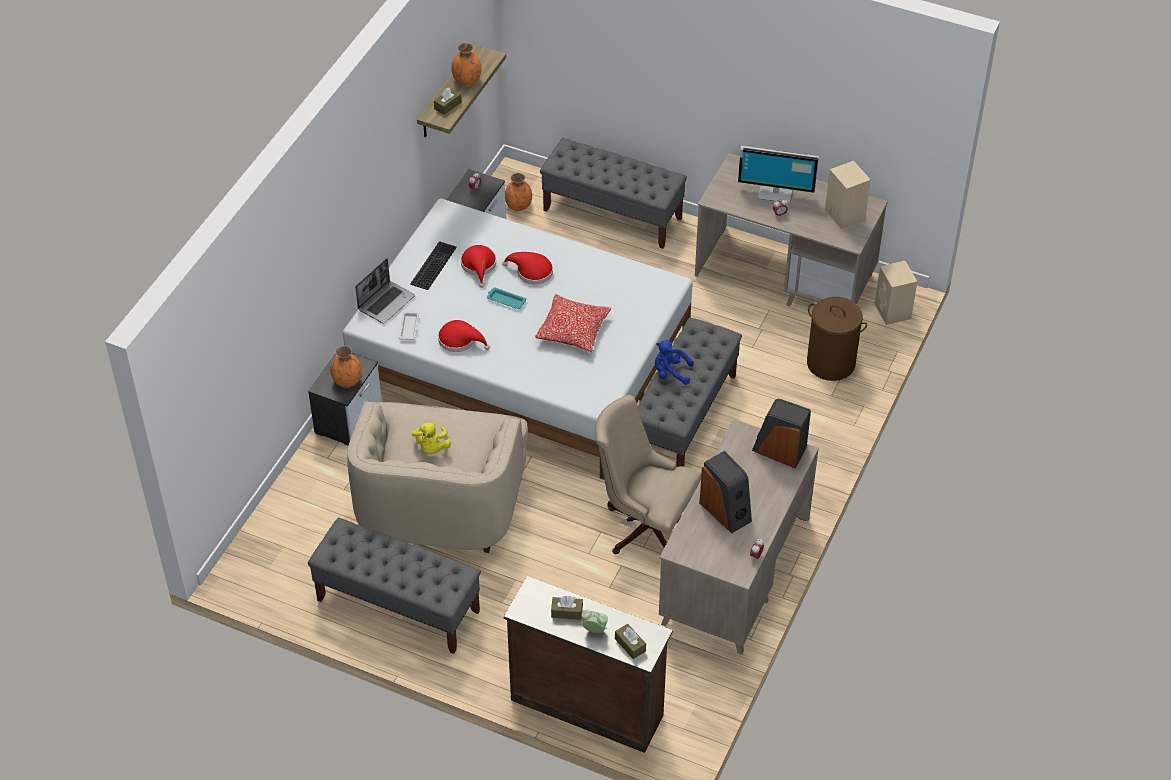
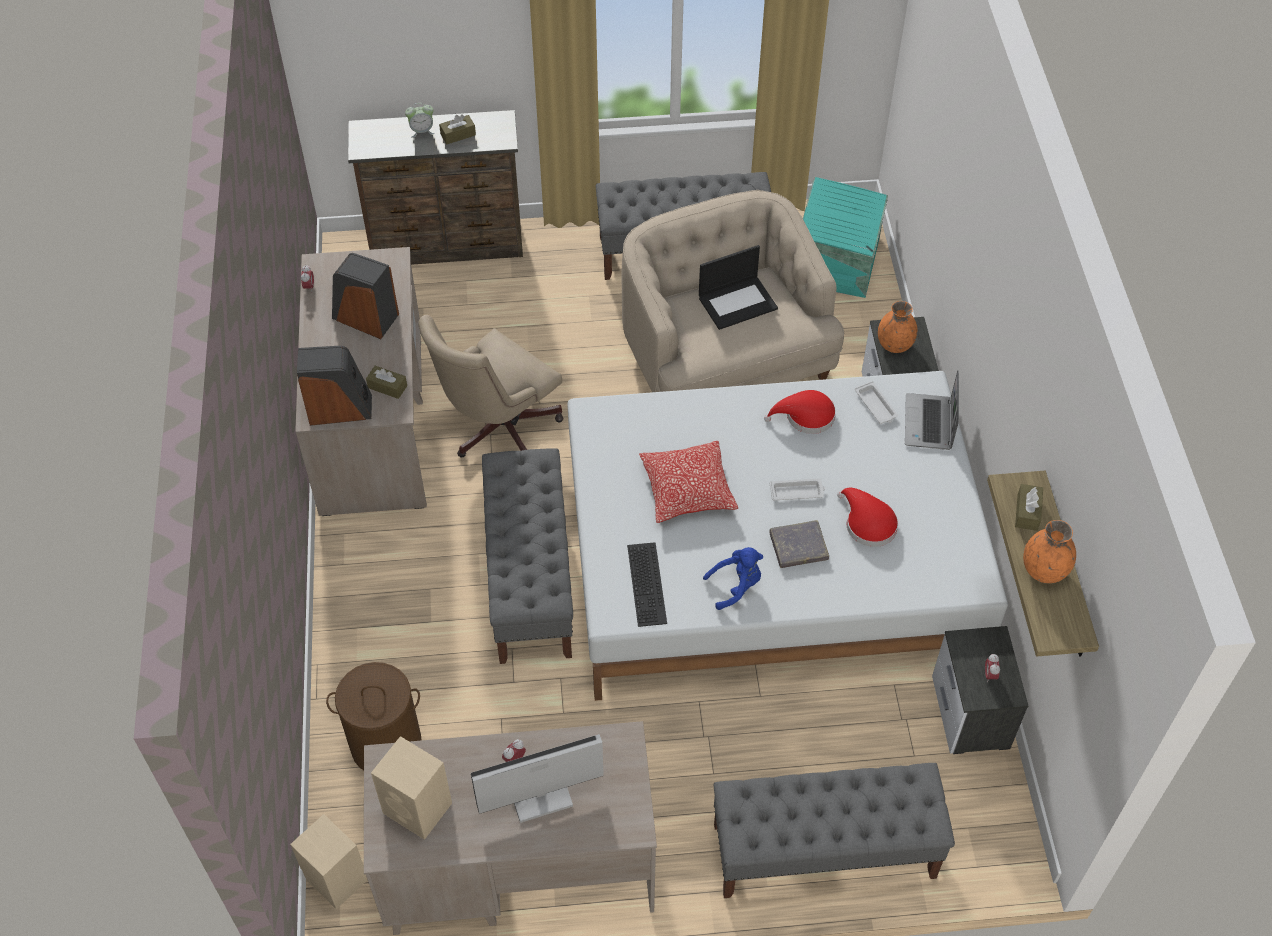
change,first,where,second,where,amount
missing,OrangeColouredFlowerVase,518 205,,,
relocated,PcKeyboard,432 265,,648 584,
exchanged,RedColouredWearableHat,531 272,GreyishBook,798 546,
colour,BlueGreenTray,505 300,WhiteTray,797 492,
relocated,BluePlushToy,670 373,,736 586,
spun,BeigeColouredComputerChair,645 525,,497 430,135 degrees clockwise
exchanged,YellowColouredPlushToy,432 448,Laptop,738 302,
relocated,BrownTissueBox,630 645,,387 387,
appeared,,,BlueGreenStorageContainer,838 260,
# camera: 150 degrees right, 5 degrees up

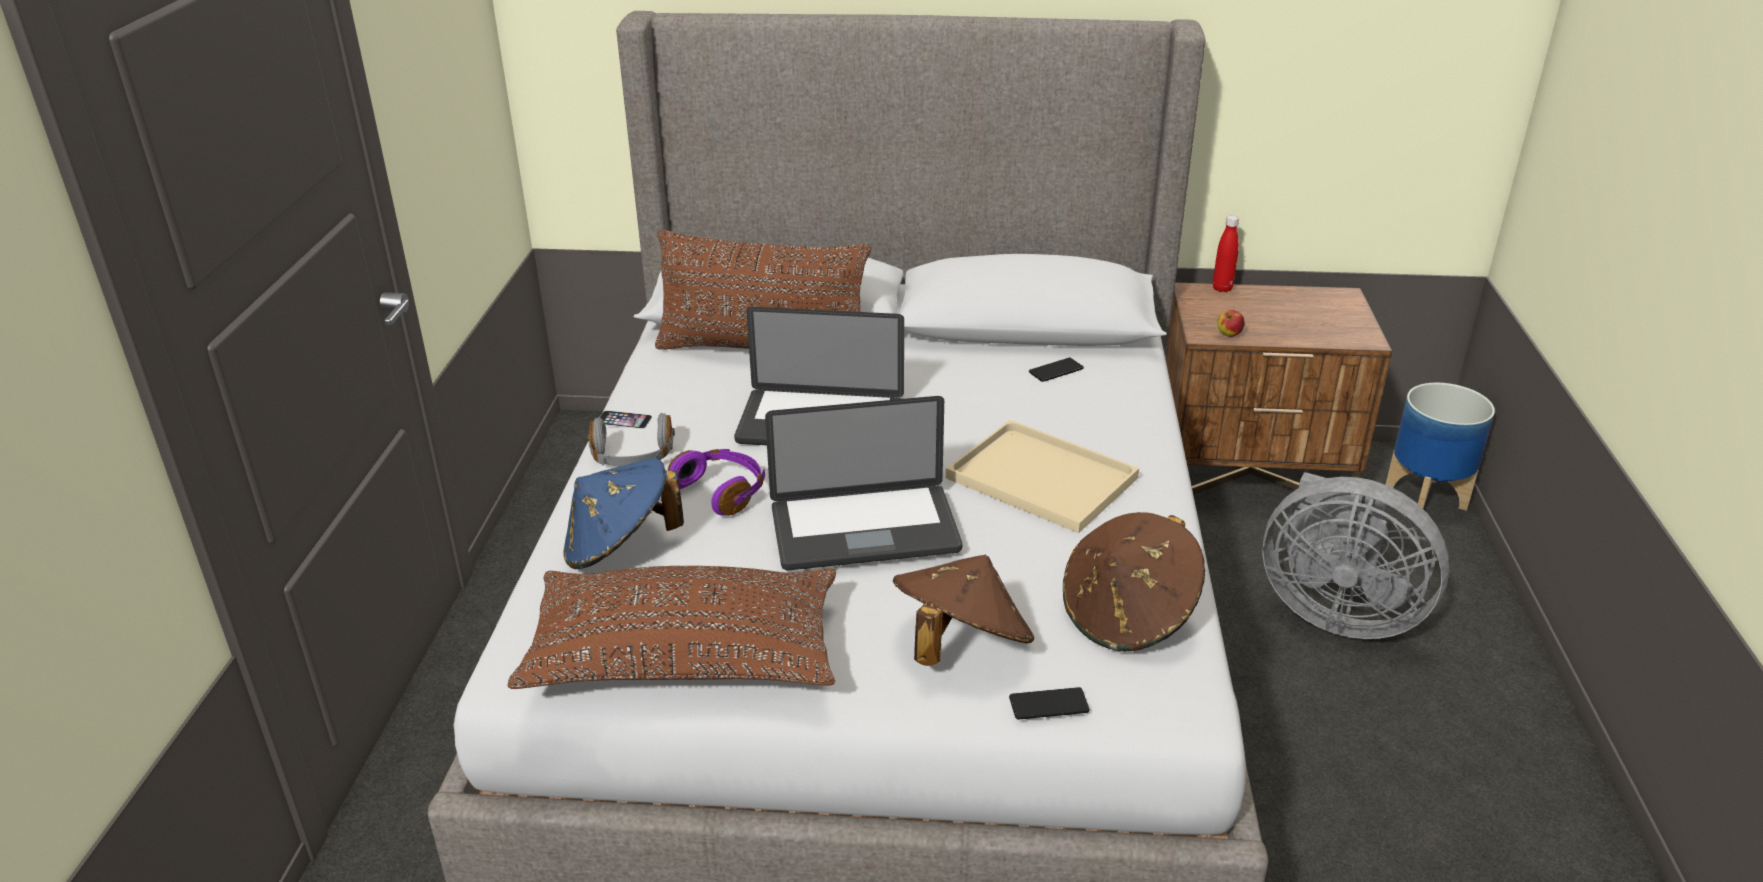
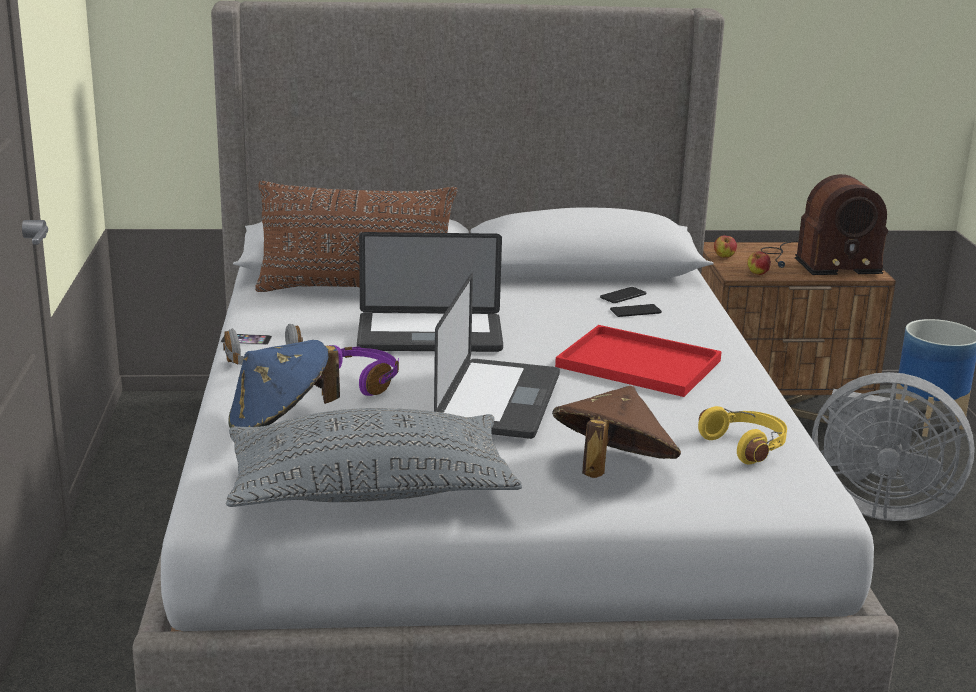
change,first,where,second,where,amount
missing,RedColouredBeverageBottle,1222 288,,,
spun,Laptop,864 530,,499 401,60 degrees counterclockwise
colour,BeigeColouredTray,1037 477,RedColouredTray,635 363,
exchanged,BrownWearableHat,1128 615,YellowColouredHeadphones,746 446,
colour,BrownCushion,685 657,GreyishCushion,370 490,
relocated,Phone,1049 704,,635 311,
appeared,,,Radio,818 262,
appeared,,,AppleFruit,724 257,
# camera: 10 degrees left, 10 degrees down

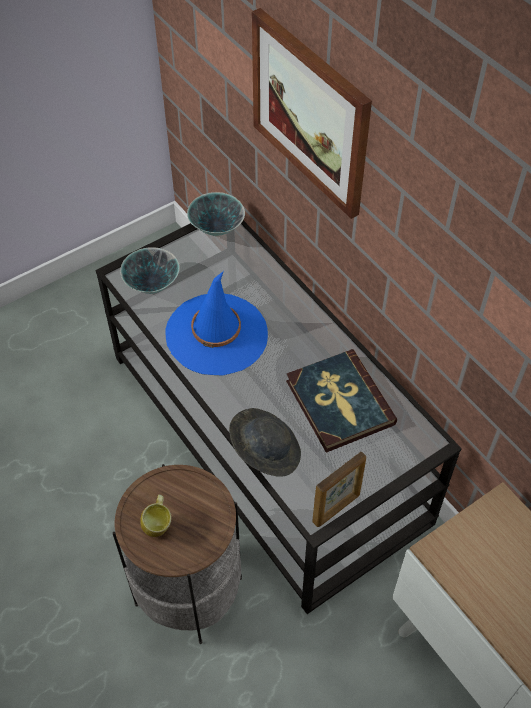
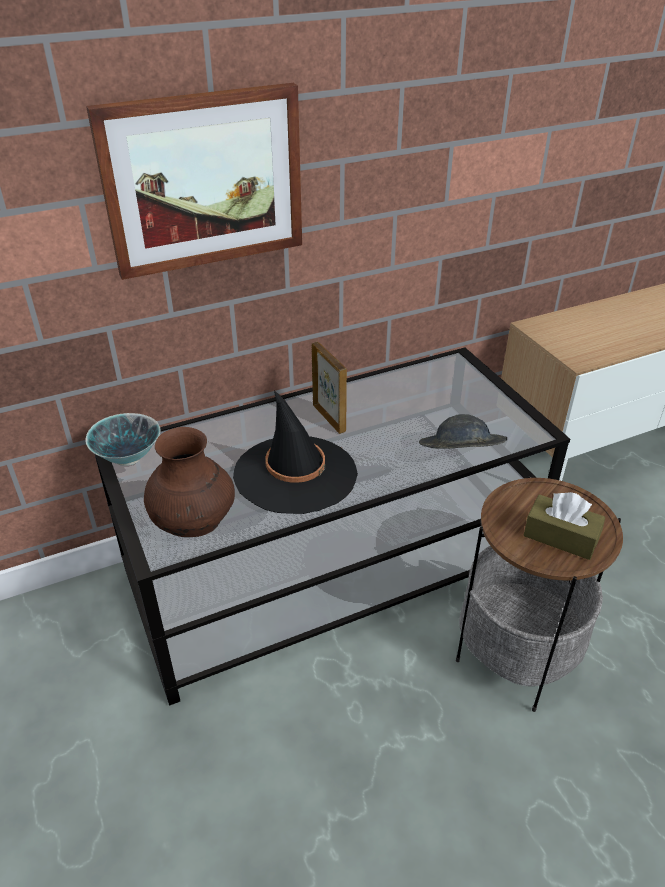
change,first,where,second,where,amount
exchanged,DeepDish,152 286,BrownFlowerVase,194 524,
colour,BlueWearableHat,217 334,BlackWearableHat,295 474,
missing,Book,339 403,,,
relocated,StandingFrame,337 508,,329 418,
exchanged,CoffeeMug,159 524,BrownTissueBox,560 536,
# camera: 80 degrees left, 15 degrees down

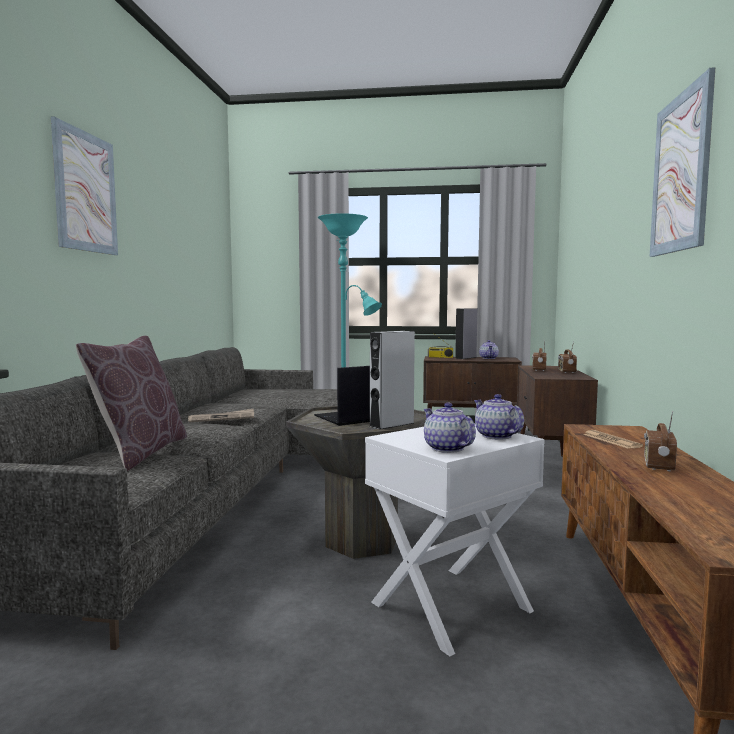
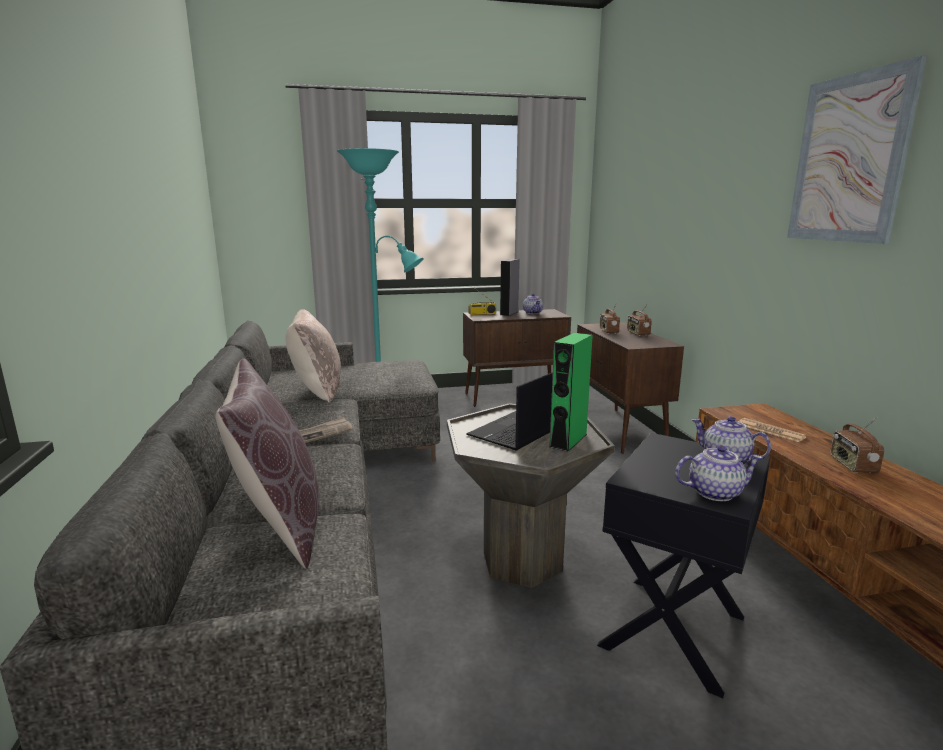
change,first,where,second,where,amount
missing,WallArt,85 192,,,
colour,GreyishLoudspeaker,391 424,GreenishLoudspeaker,568 440,
spun,TeaPot,446 448,,715 492,135 degrees clockwise
colour,WhiteAccentTable,452 607,BlackAccentTable,675 631,
appeared,,,BeigeColouredCushion,317 390,
# camera: 20 degrees left, 10 degrees up

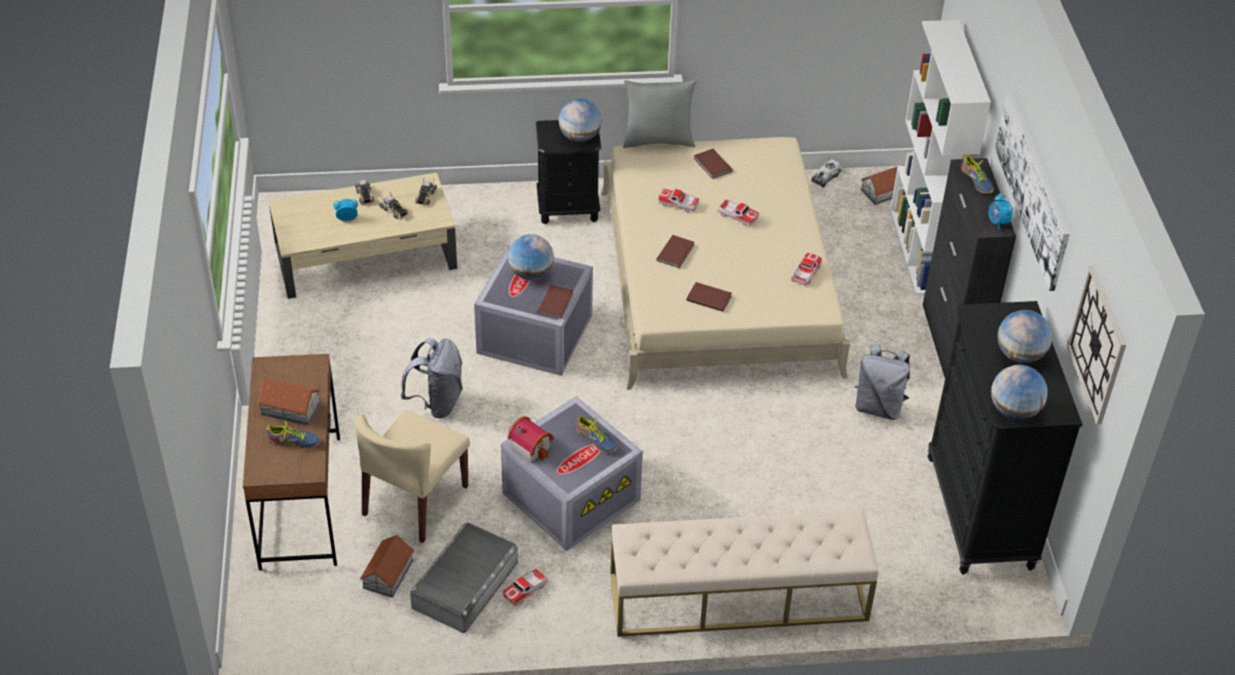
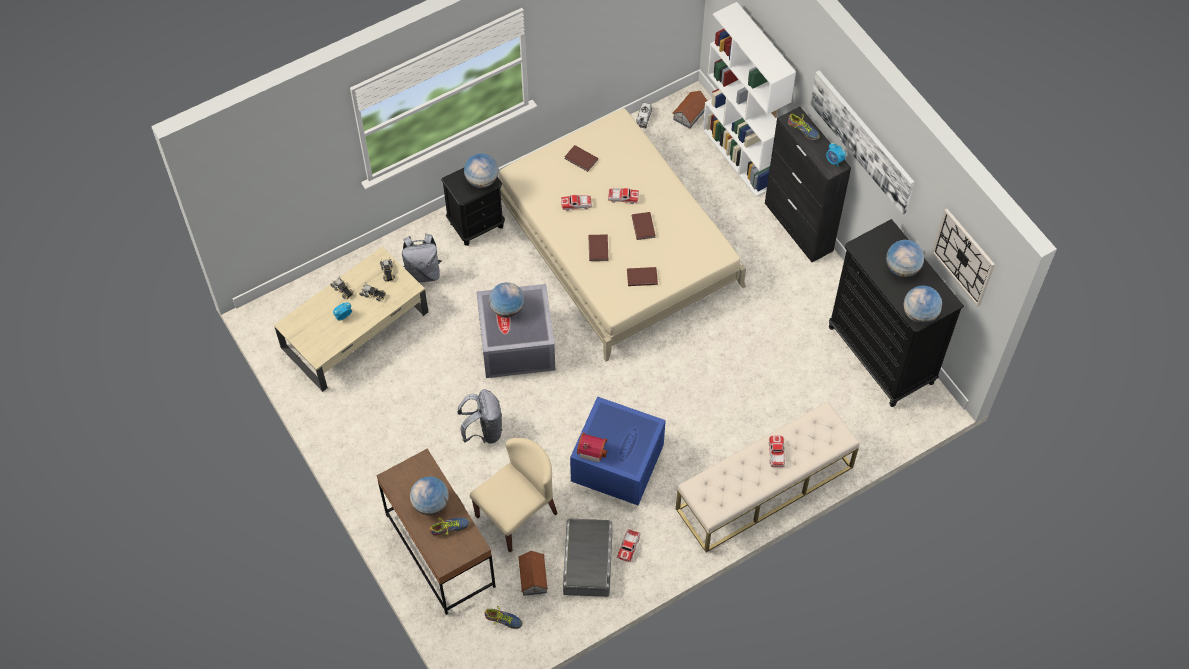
change,first,where,second,where,amount
missing,GreyishCushion,658 140,,,
relocated,ToyCar,805 273,,776 453,
relocated,BrownBook,556 303,,644 226,
relocated,GreyishKnapsack,879 407,,423 272,
exchanged,ToyHouse,291 408,Globe,431 504,
colour,GreyishStorageContainer,571 494,BlueStorageContainer,616 461,
spun,BeigeColouredUprightChair,415 501,,516 514,135 degrees counterclockwise
relocated,ItemOfFootwear,596 439,,503 620,
# camera: 25 degrees left, 15 degrees up

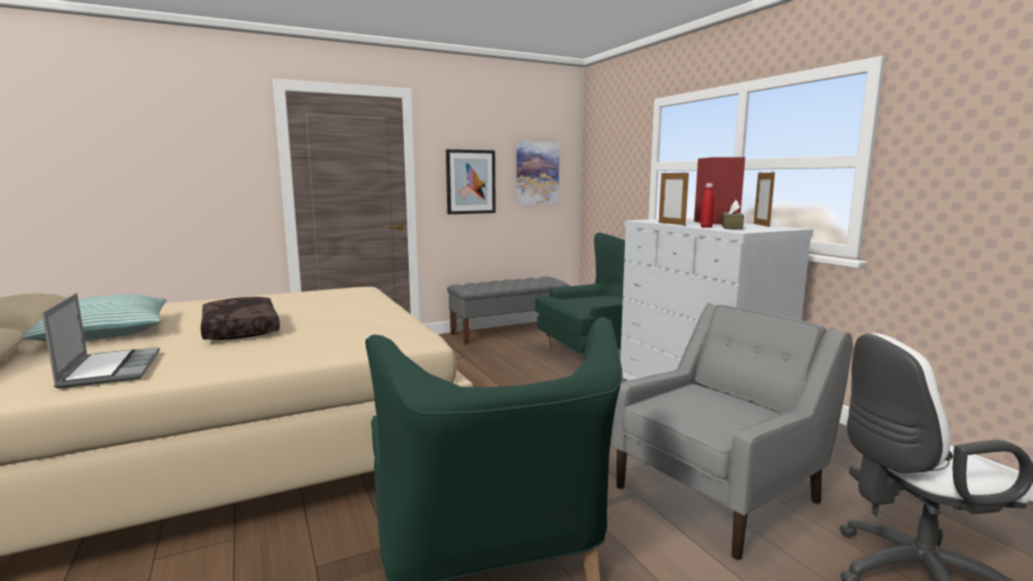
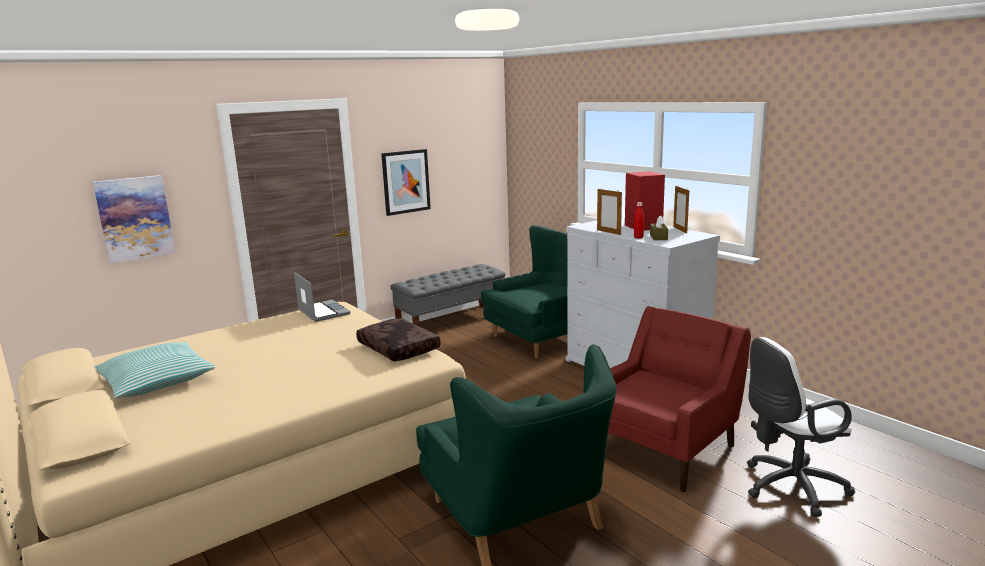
change,first,where,second,where,amount
relocated,WallArt,537 173,,135 218,
relocated,Laptop,110 369,,322 312,
relocated,BrownCushion,239 329,,397 348,
colour,GreyishArmchair,719 493,RedColouredArmchair,664 449,
# camera: 10 degrees left, 5 degrees up

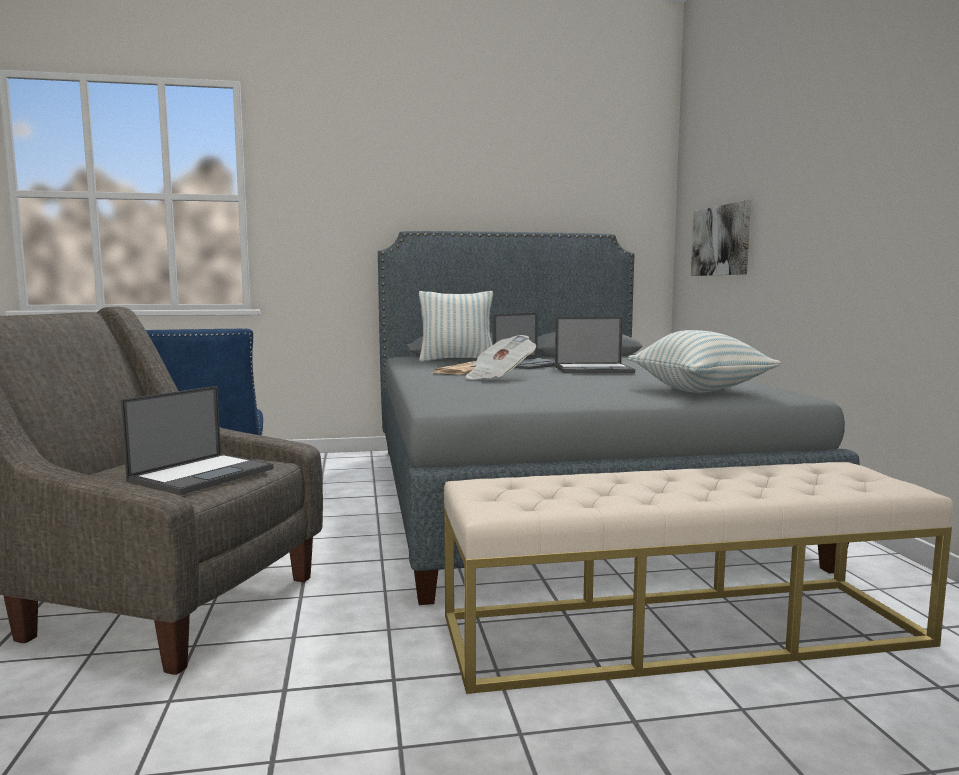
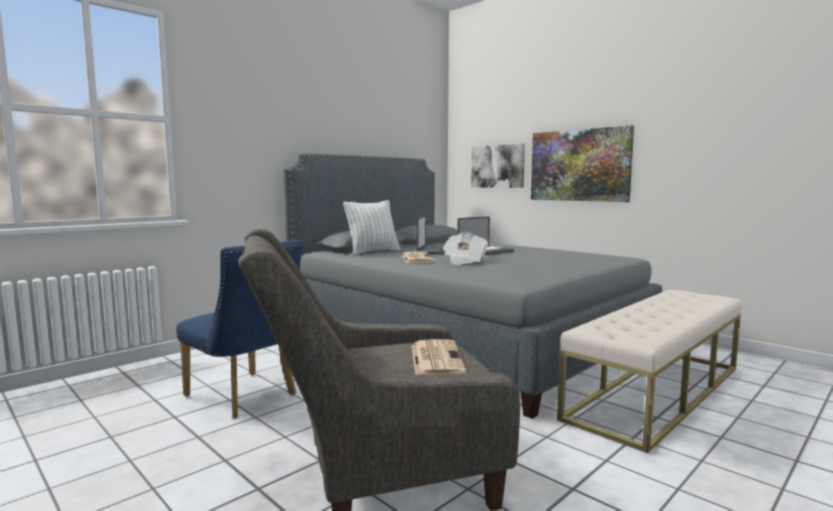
change,first,where,second,where,amount
missing,Cushion,699 390,,,
exchanged,Laptop,203 474,DailyPaper,435 358,
appeared,,,WallArt,579 165,
# camera: 35 degrees left, 0 degrees up

